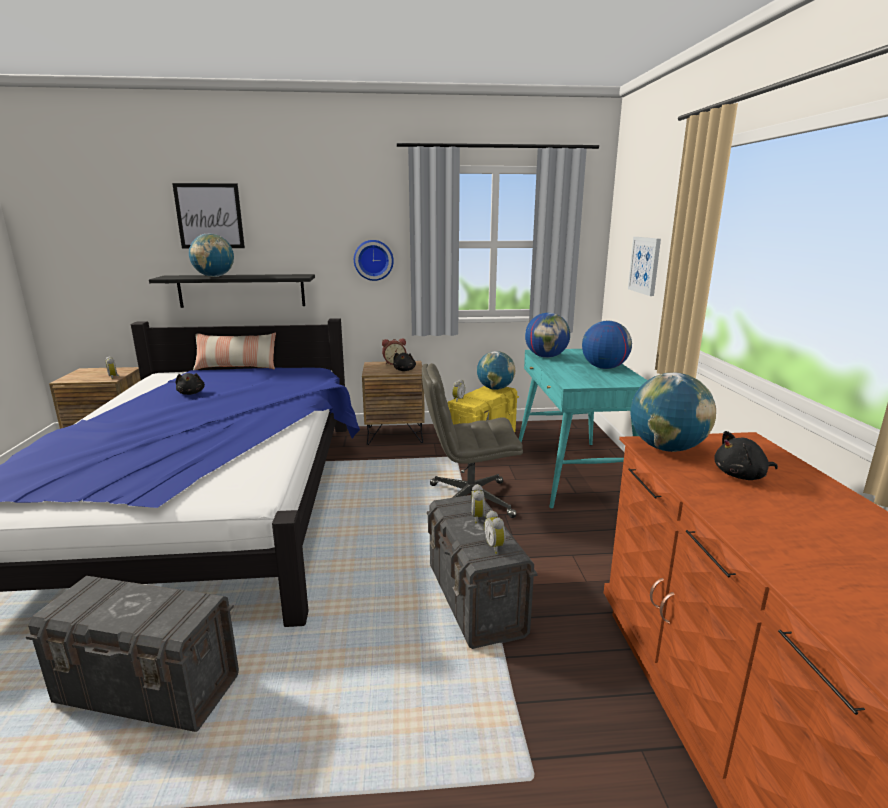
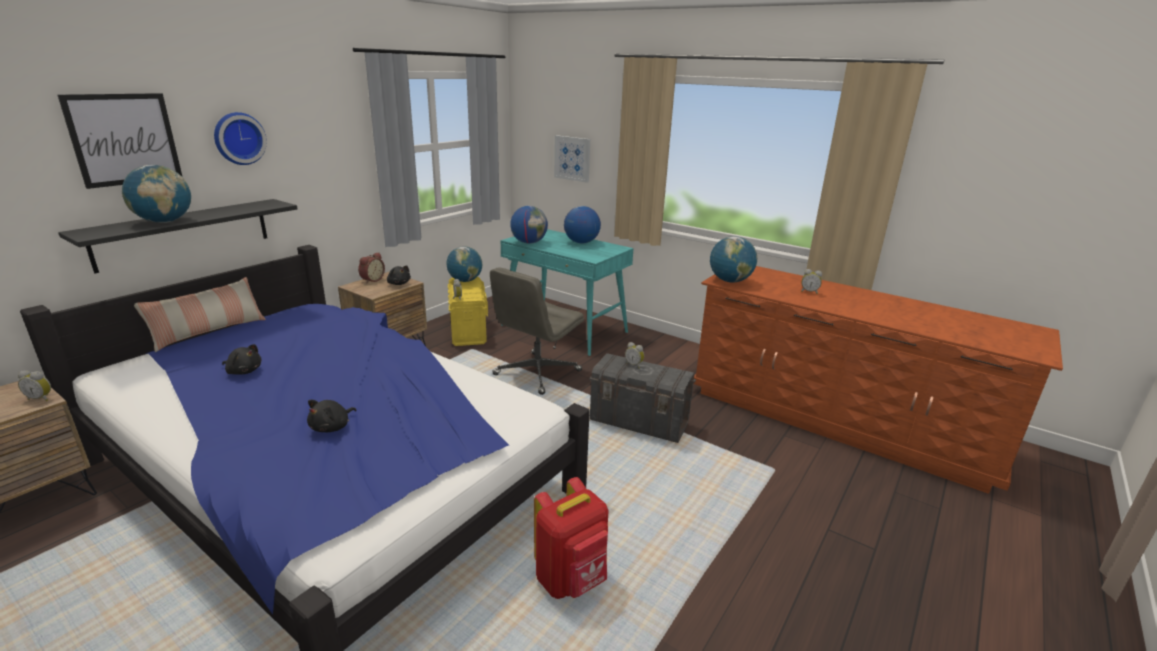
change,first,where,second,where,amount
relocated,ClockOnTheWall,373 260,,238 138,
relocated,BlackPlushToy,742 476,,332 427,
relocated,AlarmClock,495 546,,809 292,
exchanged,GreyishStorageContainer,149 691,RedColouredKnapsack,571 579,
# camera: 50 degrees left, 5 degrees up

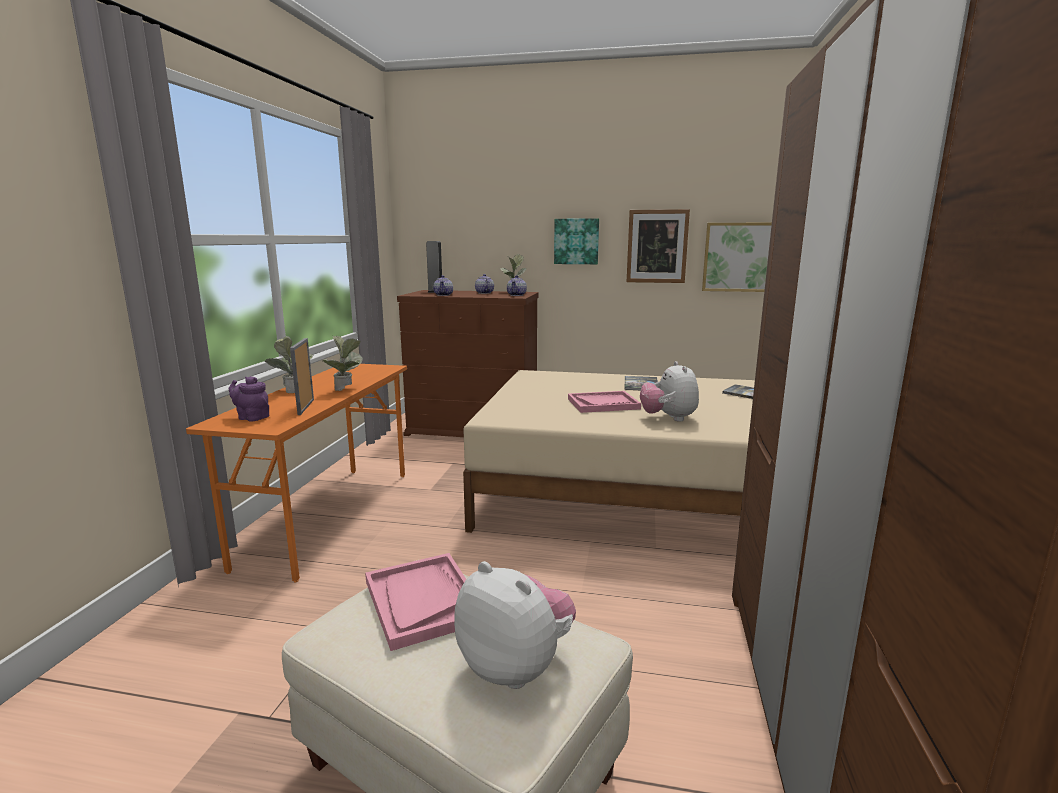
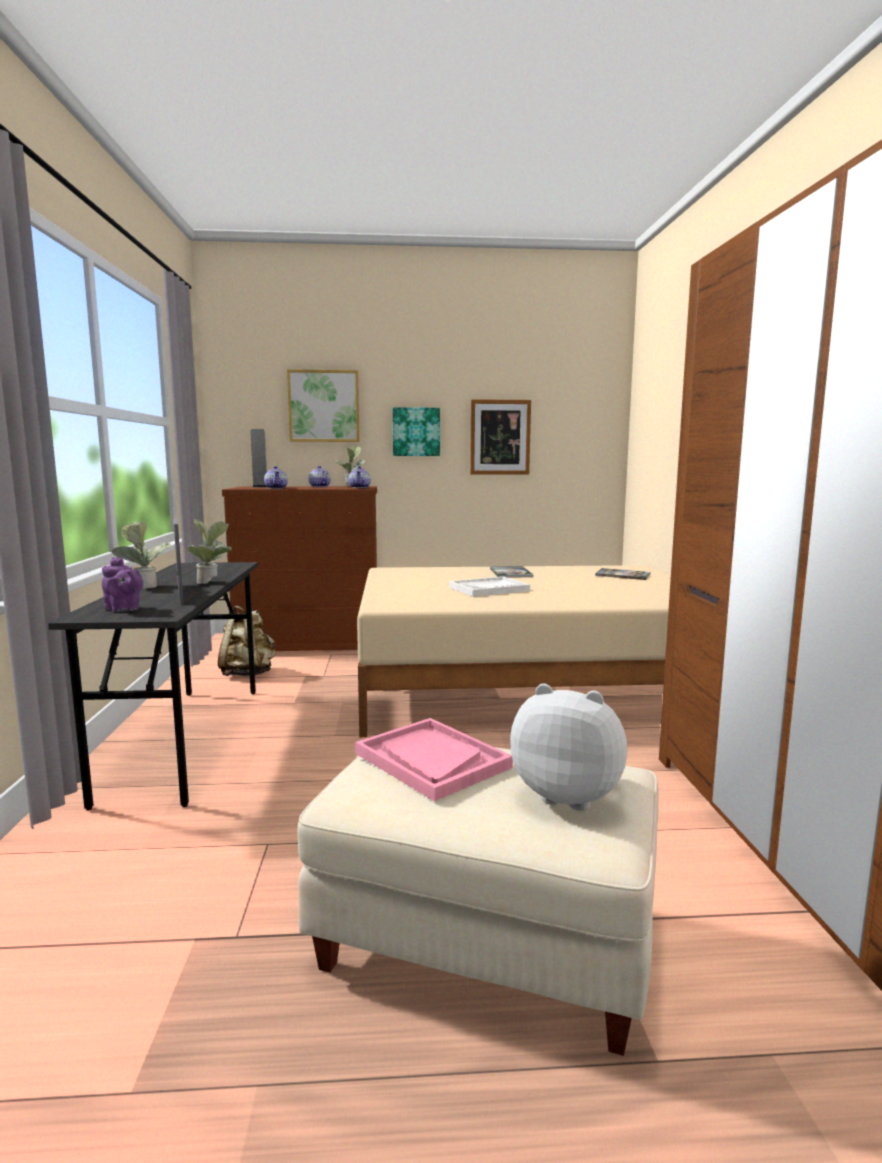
change,first,where,second,where,amount
relocated,WallArt,739 257,,324 406,
missing,PlushToy,668 418,,,
colour,OrangeColouredDeskTable,329 516,GreyishDeskTable,186 739,
spun,PurpleTeaPot,252 417,,124 609,150 degrees counterclockwise
colour,PinkishTray,603 404,WhiteTray,489 589,
appeared,,,BeigeColouredKnapsack,248 673,
# camera: 15 degrees left, 5 degrees down

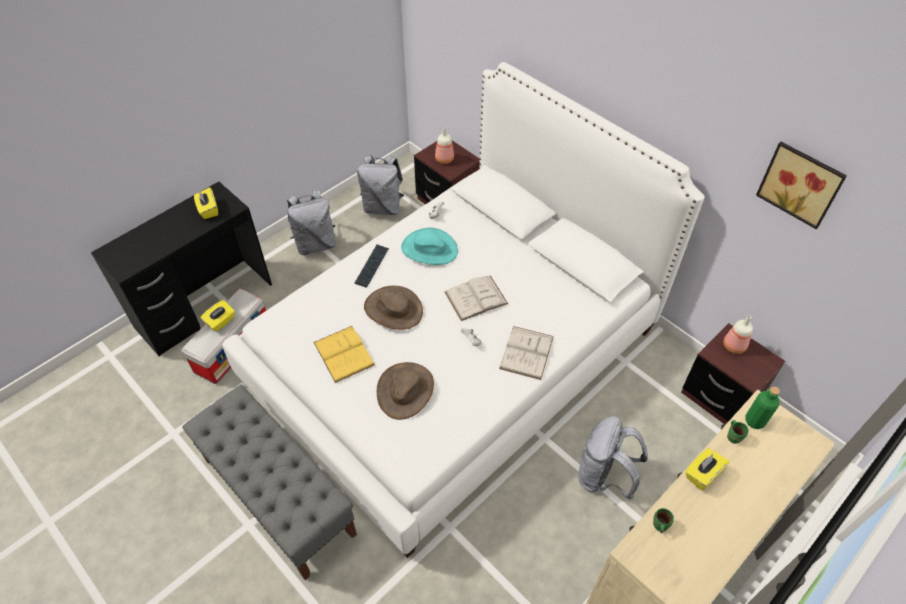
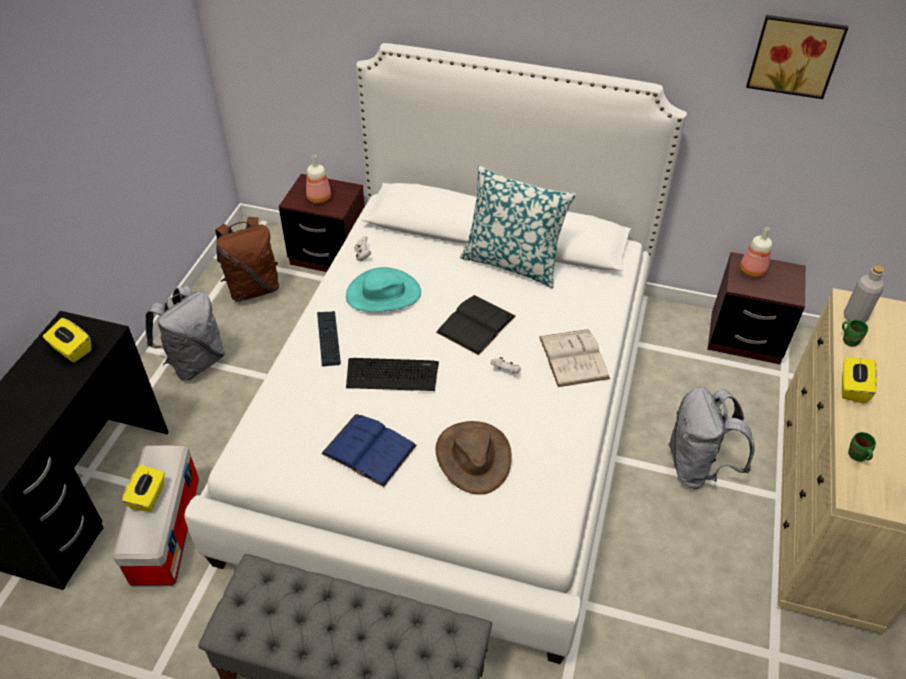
change,first,where,second,where,amount
colour,GreyishKnapsack,383 207,BrownKnapsack,253 288,
colour,WhiteBook,476 298,BlackBook,476 324,
exchanged,BrownWearableHat,393 309,PcKeyboard,392 375,
colour,YellowColouredBook,343 353,BlueBook,369 449,
colour,GreenishBeverageBottle,755 421,GreyishBeverageBottle,854 317,
appeared,,,Cushion,512 262,
# camera: 30 degrees left, 5 degrees down

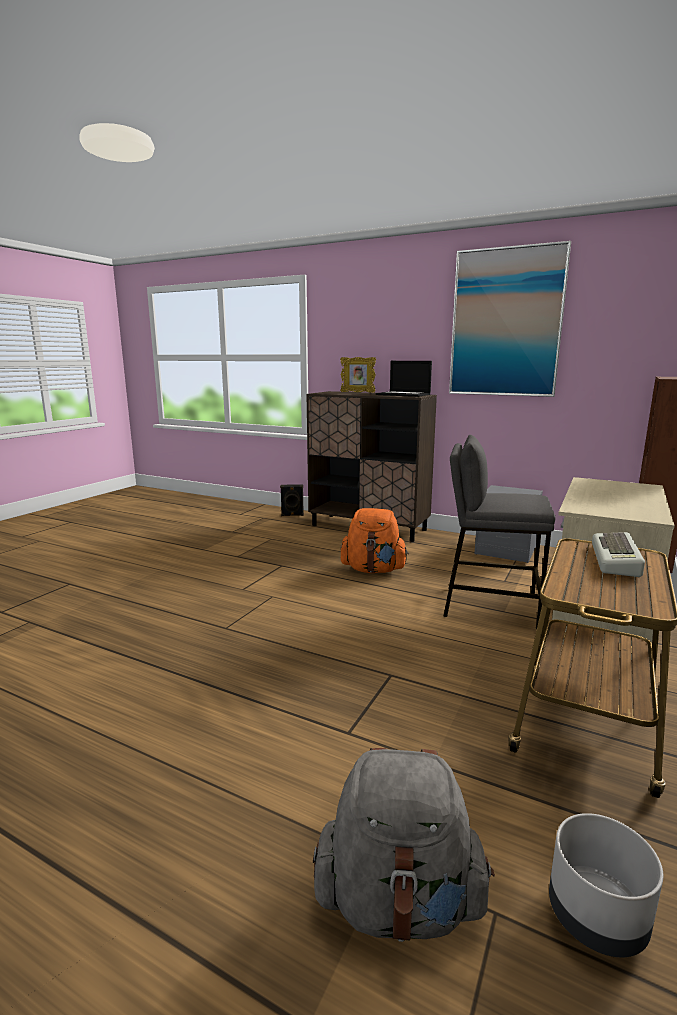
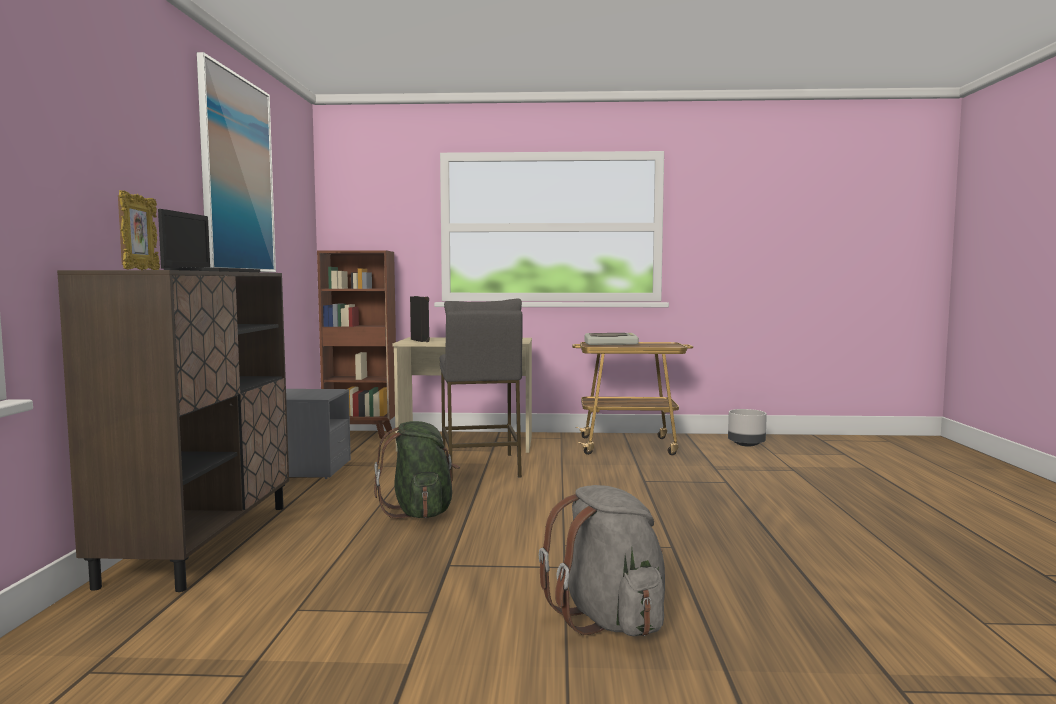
change,first,where,second,where,amount
relocated,BlackLoudspeaker,292 515,,420 340,
colour,OrangeColouredKnapsack,373 570,GreenishKnapsack,420 513,
relocated,GreyishKnapsack,399 903,,609 619,
# camera: 115 degrees left, 10 degrees down

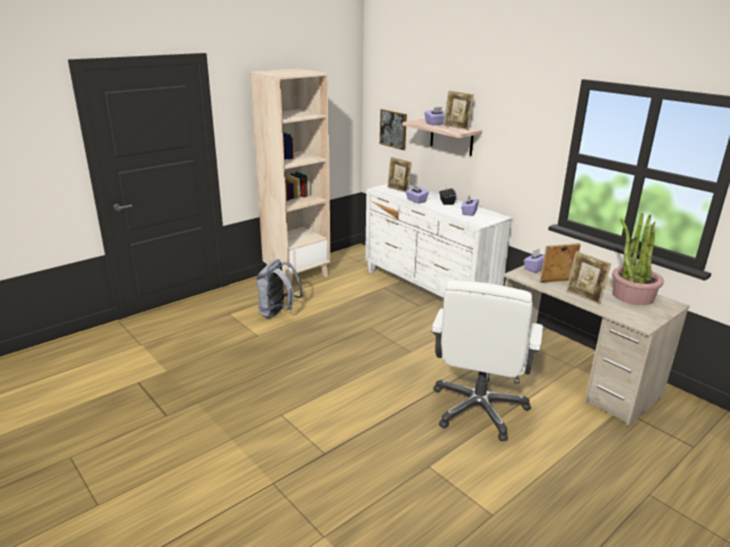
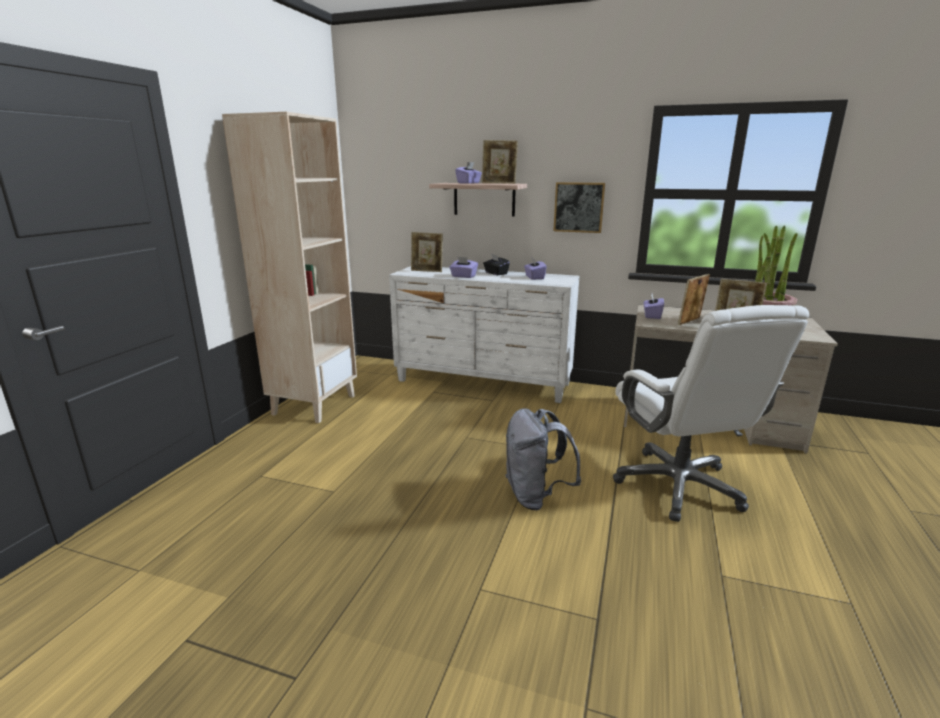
change,first,where,second,where,amount
relocated,WallArt,393 129,,578 207,
relocated,GreyishKnapsack,278 313,,536 496,
# camera: 30 degrees left, 5 degrees down

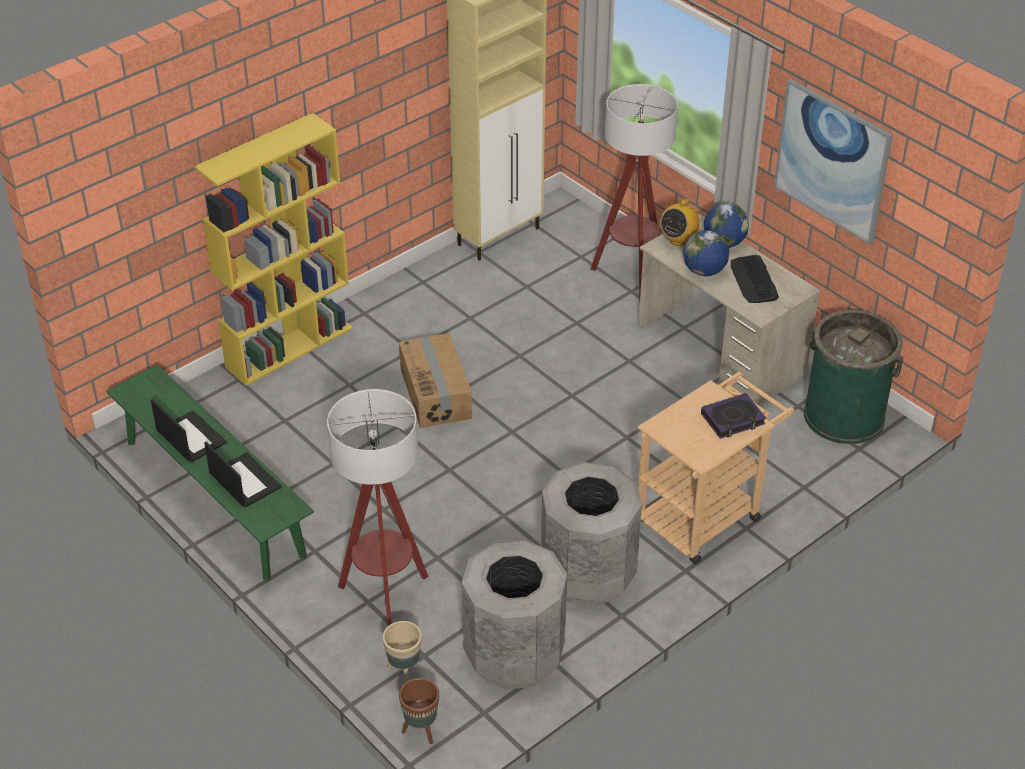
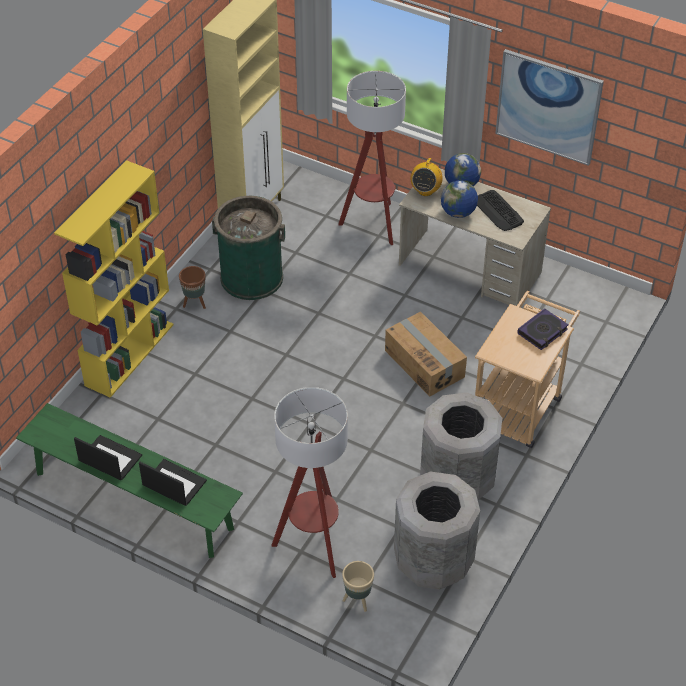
change,first,where,second,where,amount
relocated,GreenishWasteBin,844 415,,251 277,
relocated,PackingBox,436 393,,425 363,
relocated,BrownPlantPot,421 731,,195 303,
# camera: 20 degrees left, 5 degrees up

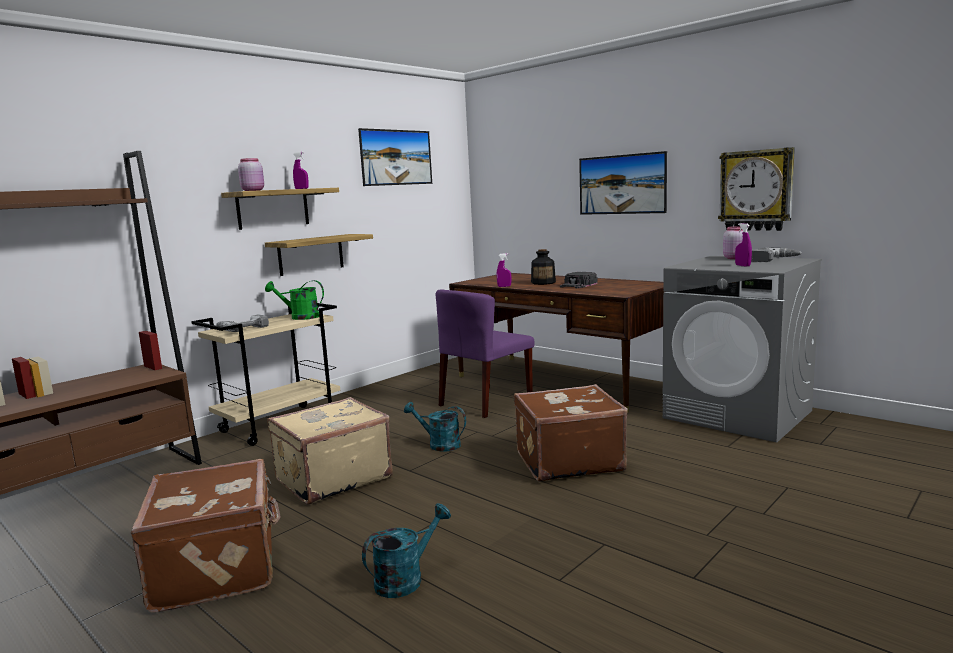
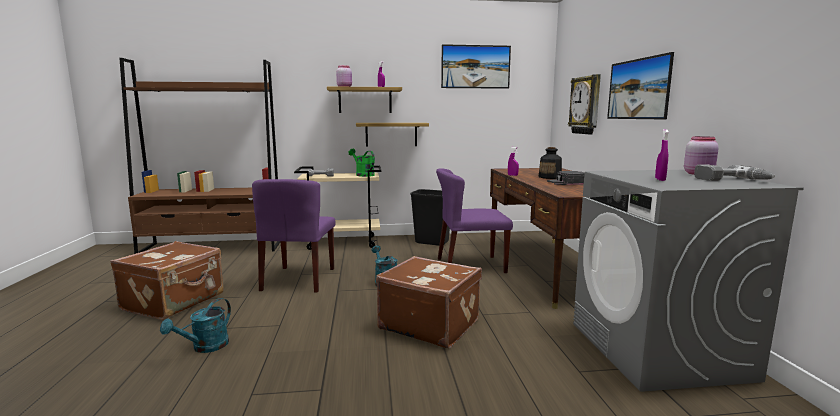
change,first,where,second,where,amount
relocated,ClockOnTheWall,756 190,,586 105,
exchanged,BeigeColouredPieceOfLuggage,332 478,PurpleUprightChair,299 279,
spun,BlueGreenWateringCan,406 579,,205 347,120 degrees clockwise
appeared,,,BlackWasteBin,432 242,
# camera: 40 degrees right, 0 degrees up

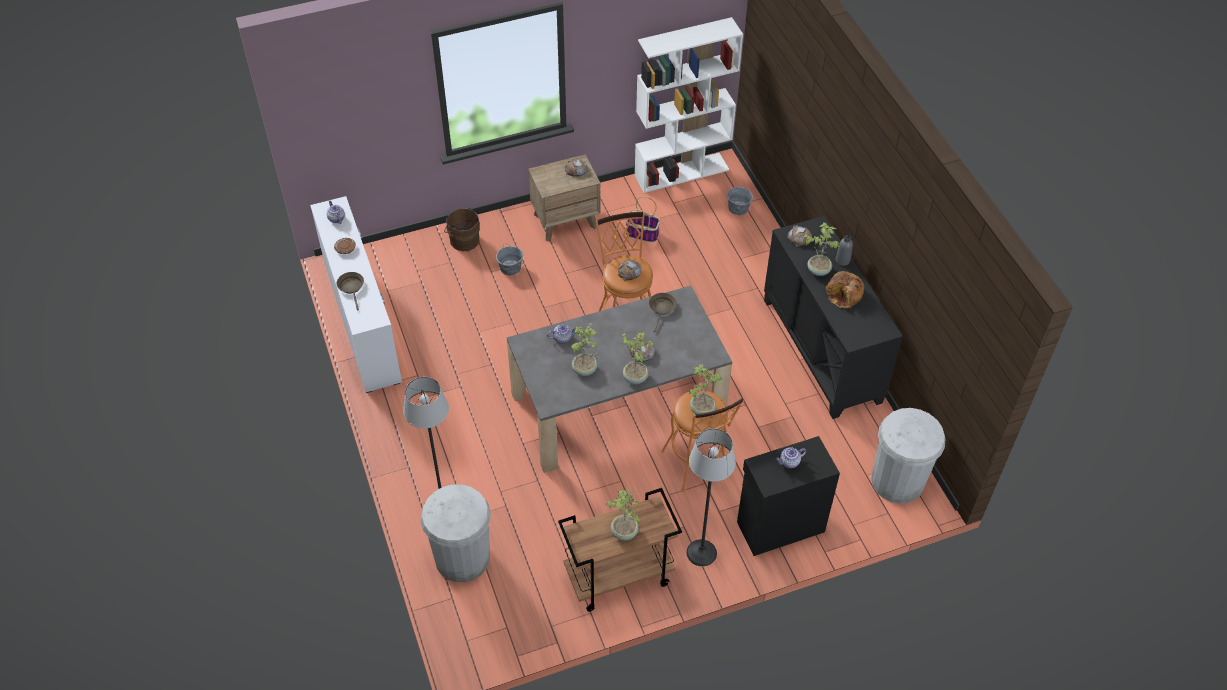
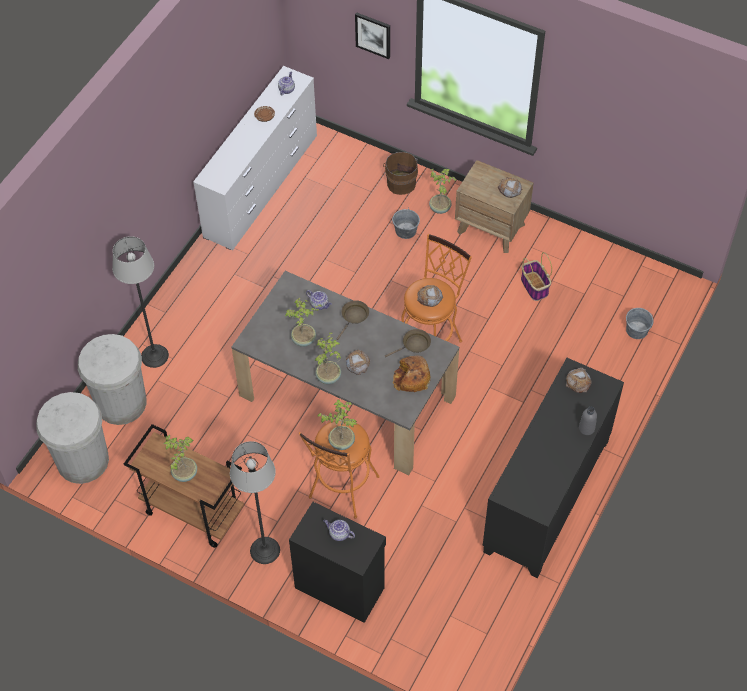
change,first,where,second,where,amount
missing,WhiteBookshelf,682 172,,,
relocated,Houseplant,818 270,,440 208,
relocated,Bread,844 294,,411 378,
relocated,BrownPan,352 288,,354 317,
relocated,WhiteWasteBin,897 481,,82 460,
appeared,,,WallArt,373 35,
# camera: 50 degrees right, 5 degrees up

